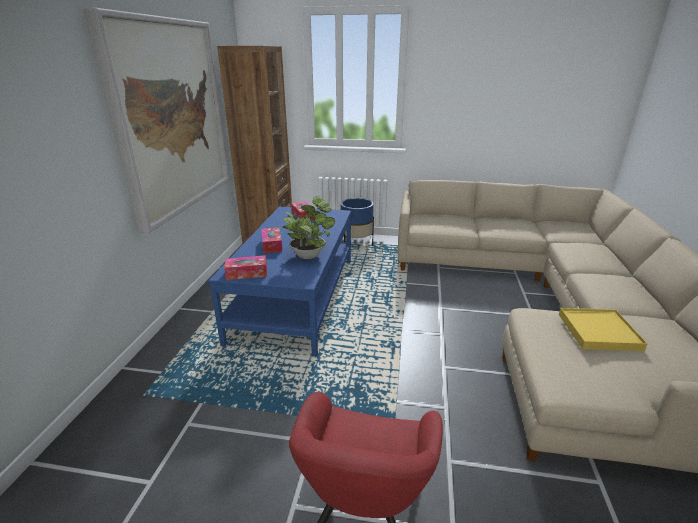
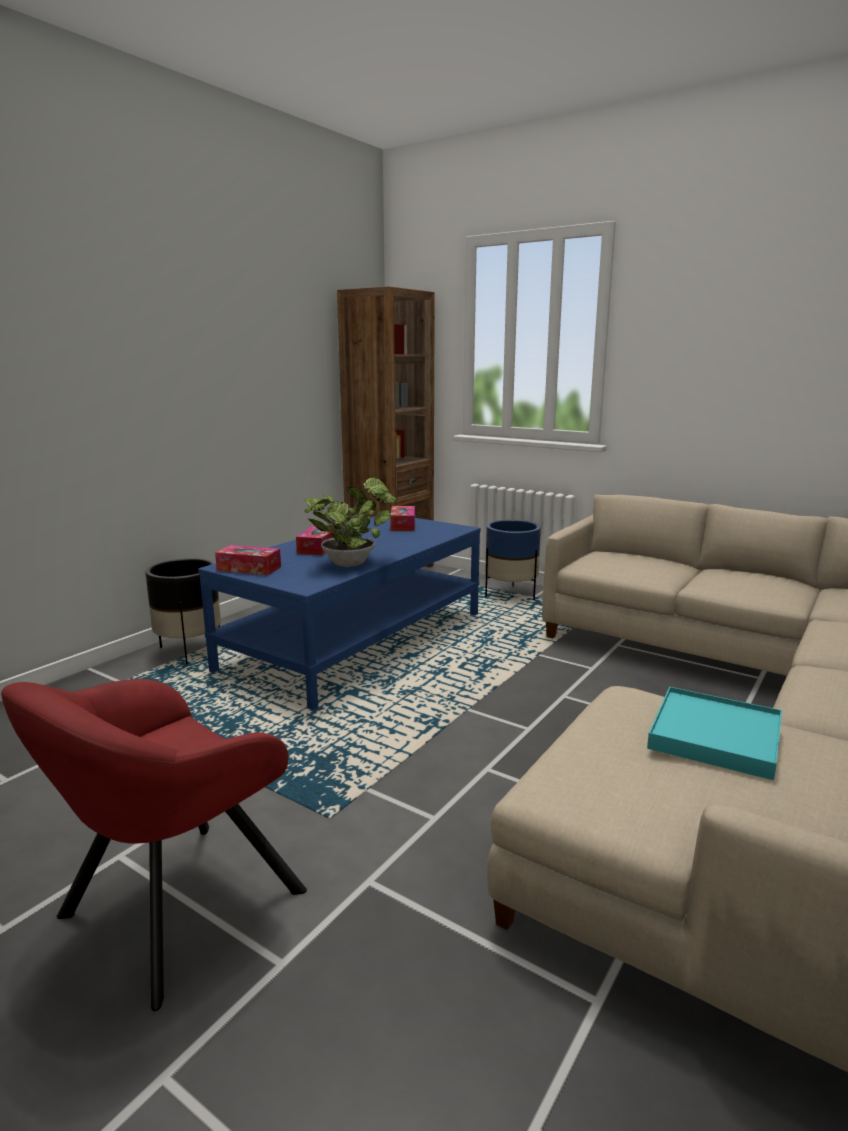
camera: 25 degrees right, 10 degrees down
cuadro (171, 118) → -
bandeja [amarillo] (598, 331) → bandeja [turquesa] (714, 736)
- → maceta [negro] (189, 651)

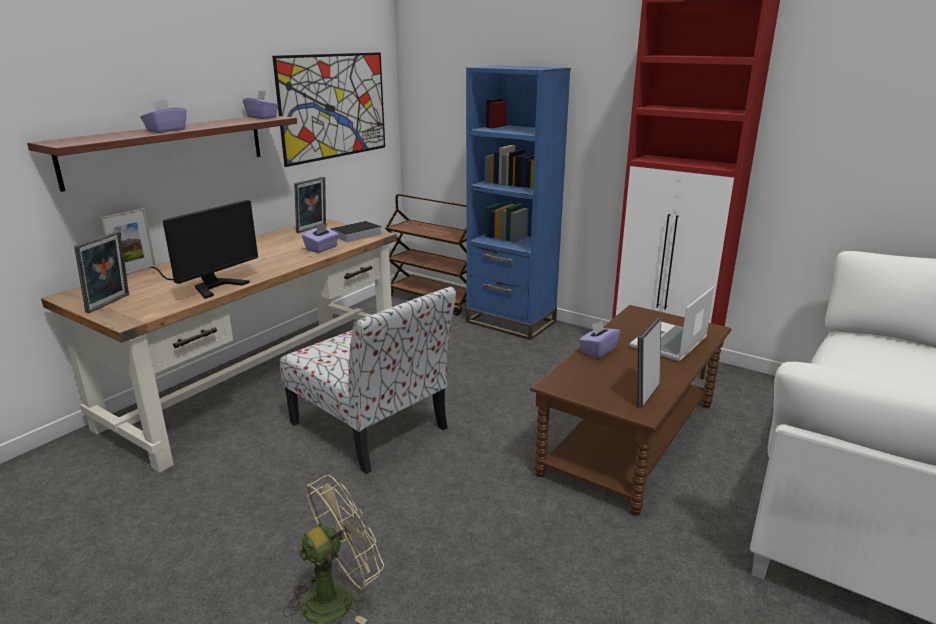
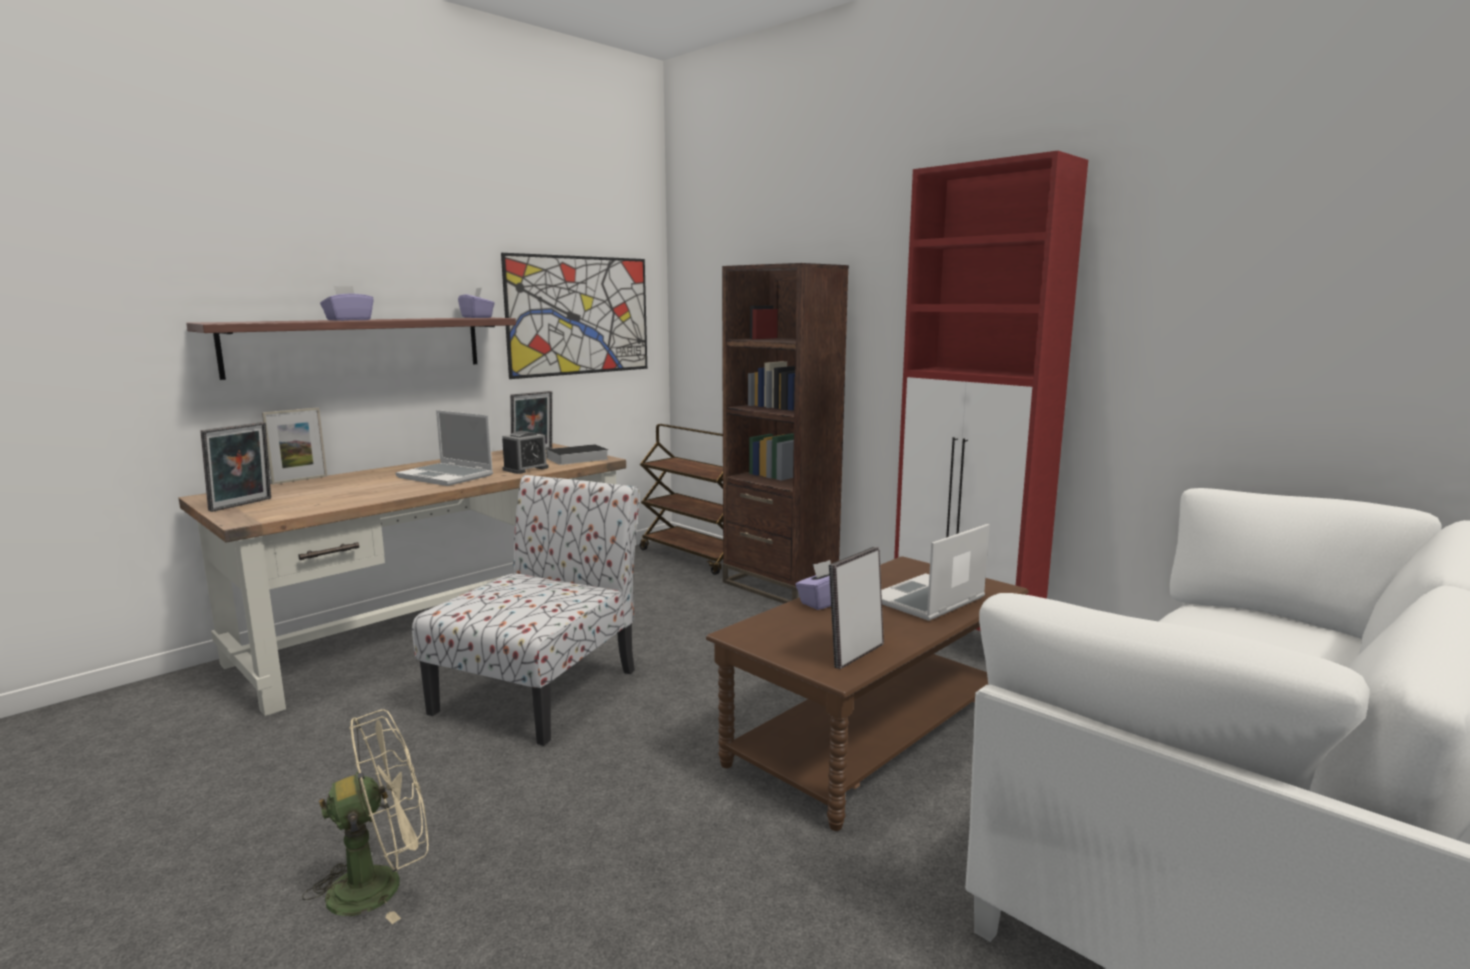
camera: 10 degrees right, 10 degrees down
monitor (207, 284) → -
silla (371, 427) → silla (540, 689), 120 degrees counterclockwise
caja de pañuelos [morado] (322, 248) → despertador (525, 469)
estantería [azul] (511, 322) → estantería [marrón] (779, 586)
- → portátil (447, 476)

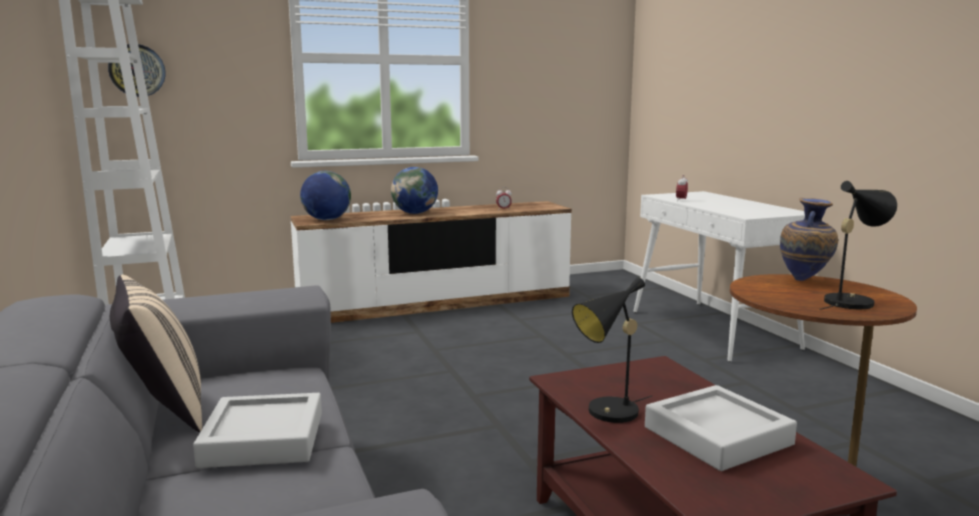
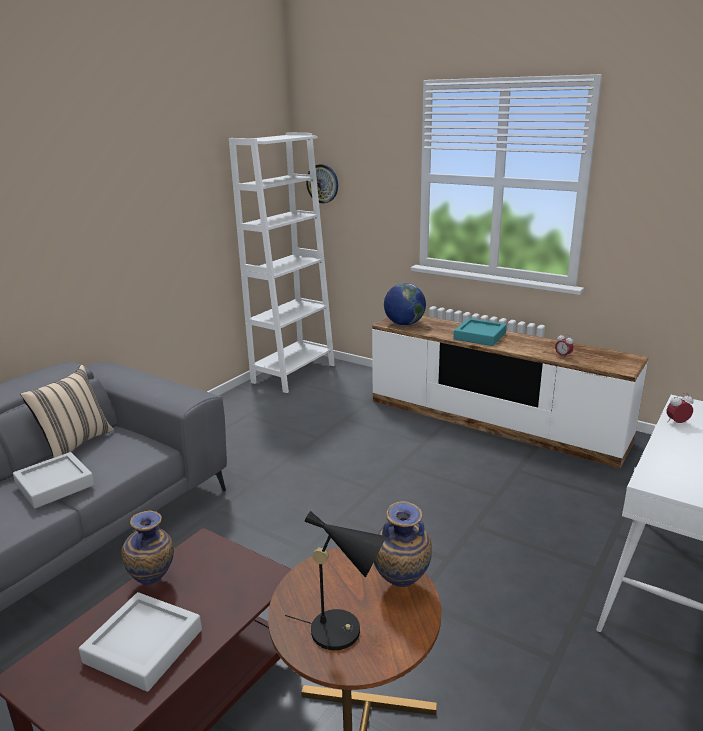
camera: 55 degrees right, 10 degrees up
globo terráqueo (415, 213) → bandeja [turquesa] (479, 336)
lámpara de mesa [negro] (608, 414) → florero (154, 583)

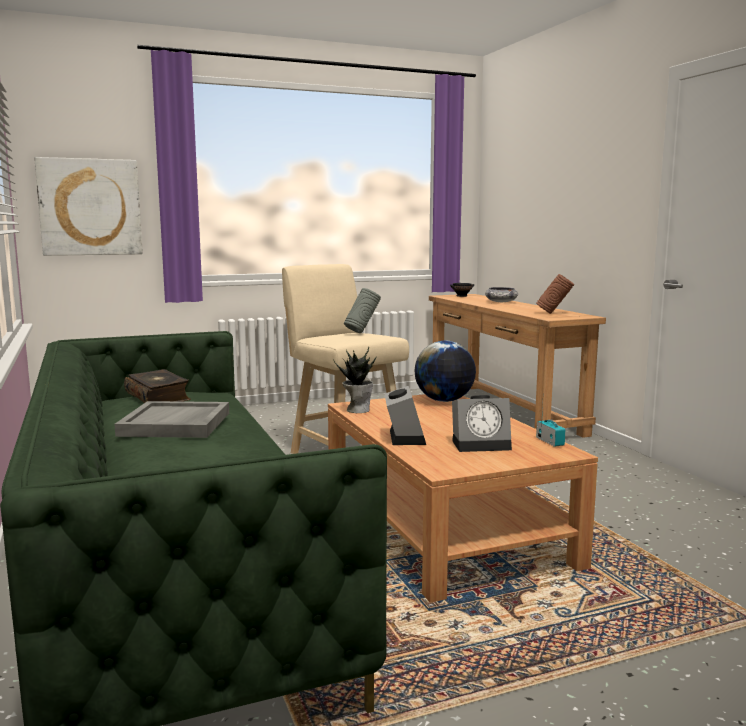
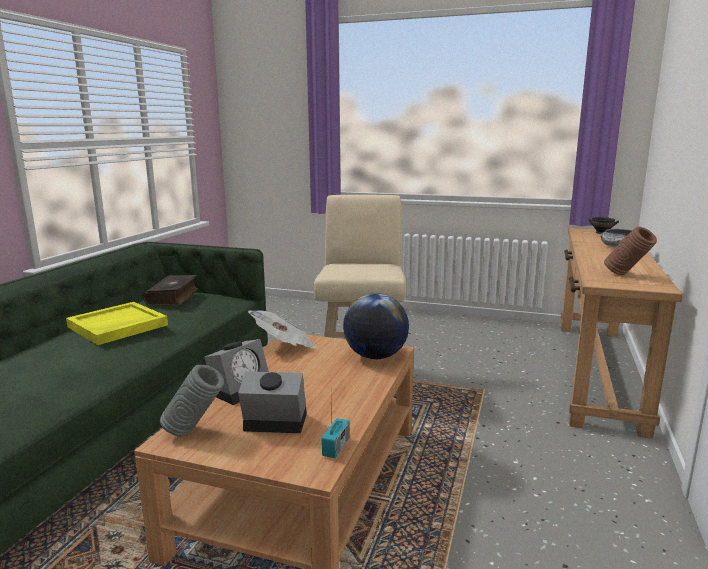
camera: 40 degrees right, 5 degrees up
cuadro (90, 207) → -
bandeja [gris] (176, 424) → bandeja [amarillo] (117, 326)
planta en maceta (357, 410) → periódico (284, 345)
florero [gris] (362, 332) → florero [gris] (195, 433), move
despertador (482, 444) → despertador (272, 424), 150 degrees clockwise

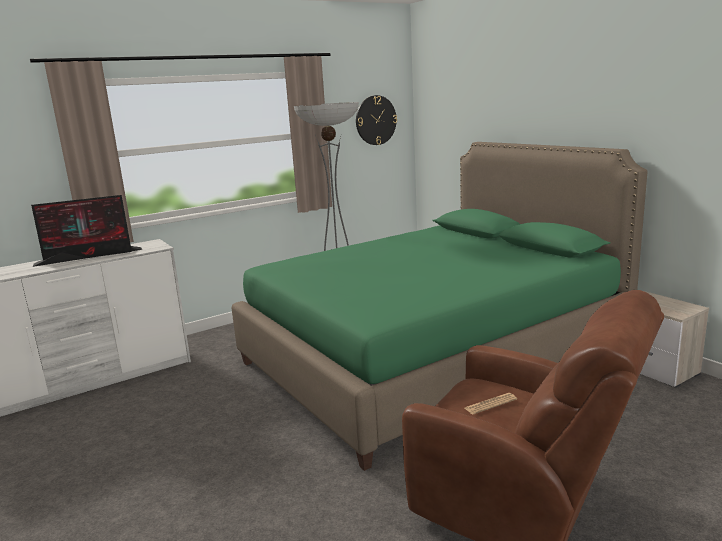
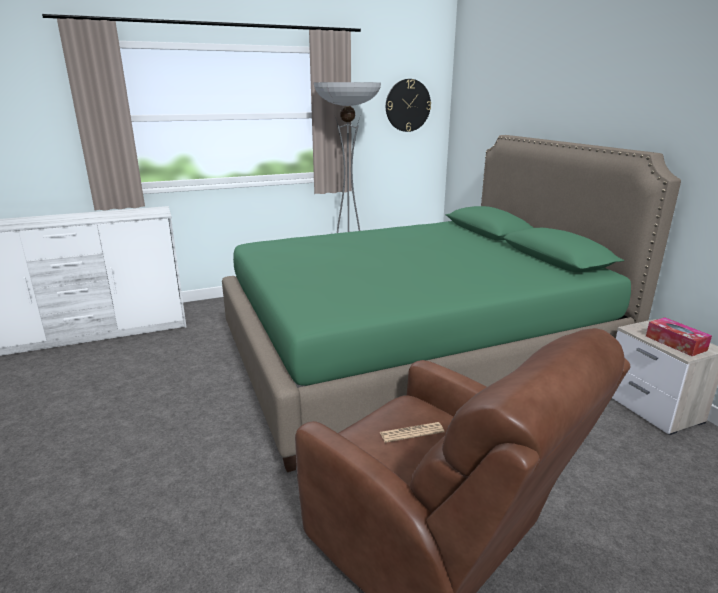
camera: 10 degrees right, 5 degrees up
monitor (91, 256) → -
- → caja de pañuelos (675, 343)

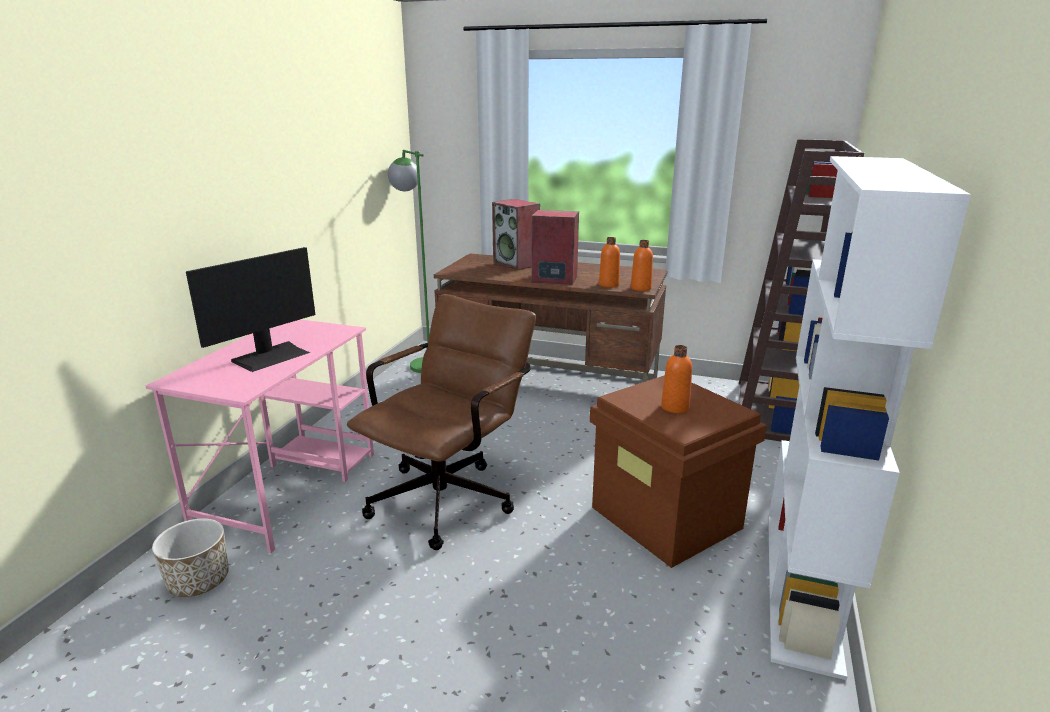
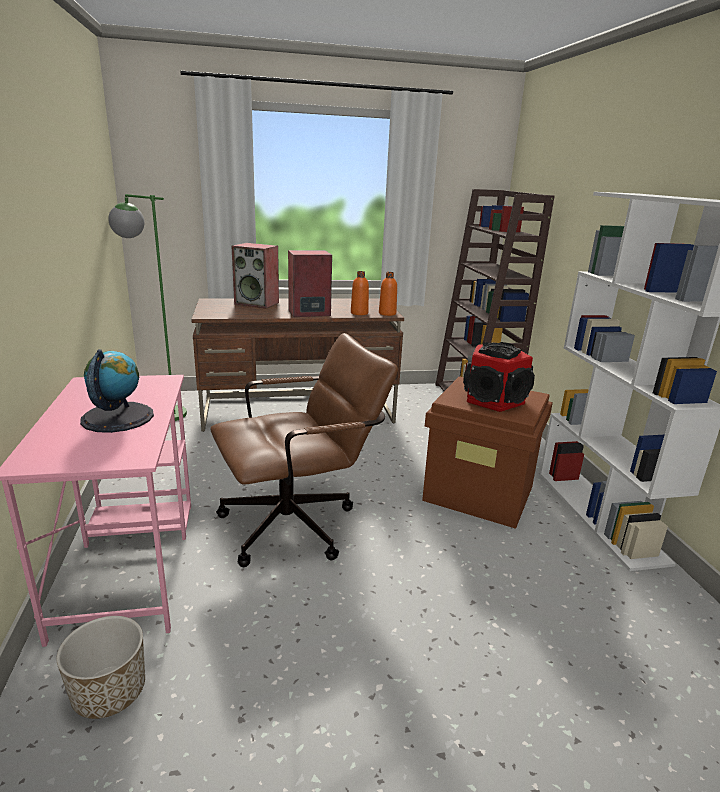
camera: 30 degrees left, 0 degrees up
monitor (271, 356) → globo terráqueo (117, 417)
silla de oficina [marrón] (450, 495) → silla de oficina [marrón] (300, 523), 60 degrees clockwise
botella [naranja] (675, 407) → altavoz (494, 400)

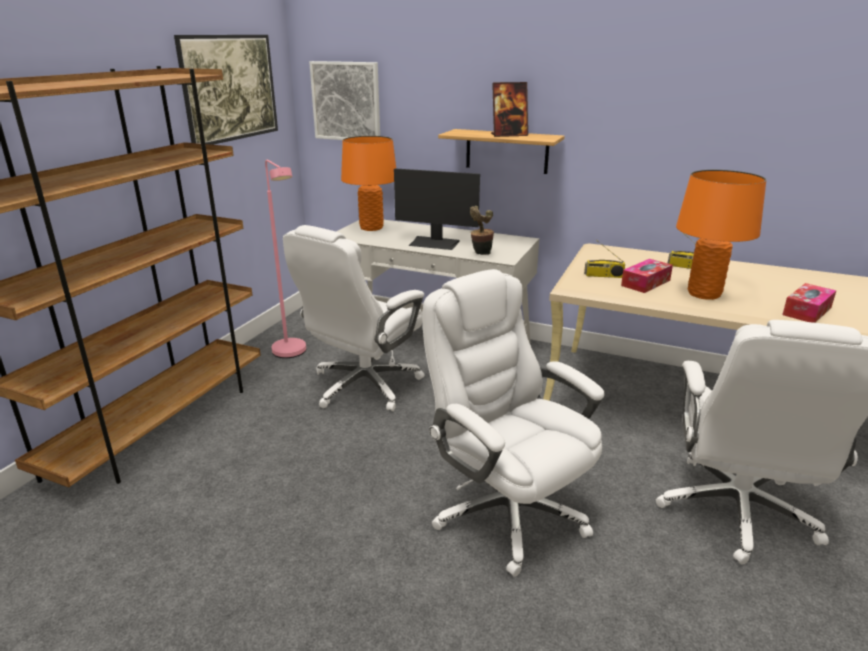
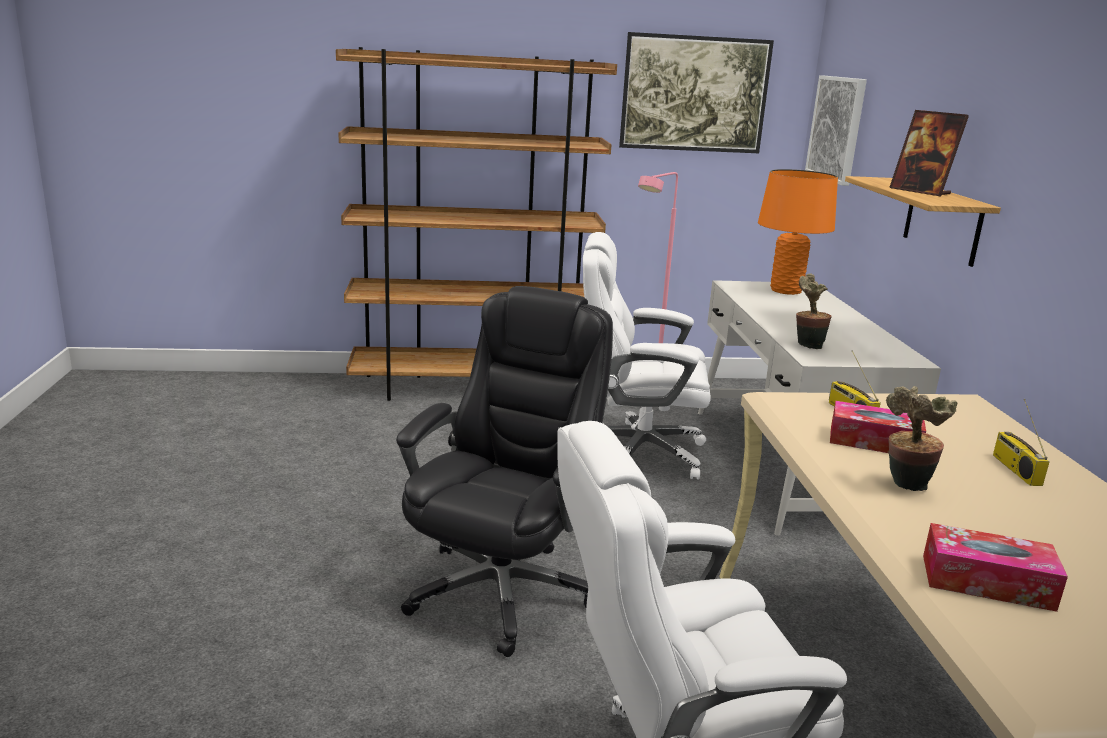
camera: 60 degrees right, 5 degrees down
monitor (434, 243) → -
silla de oficina [blanco] (507, 511) → silla de oficina [negro] (503, 589)
lámpara de mesa [naranja] (703, 294) → planta en maceta (905, 486)

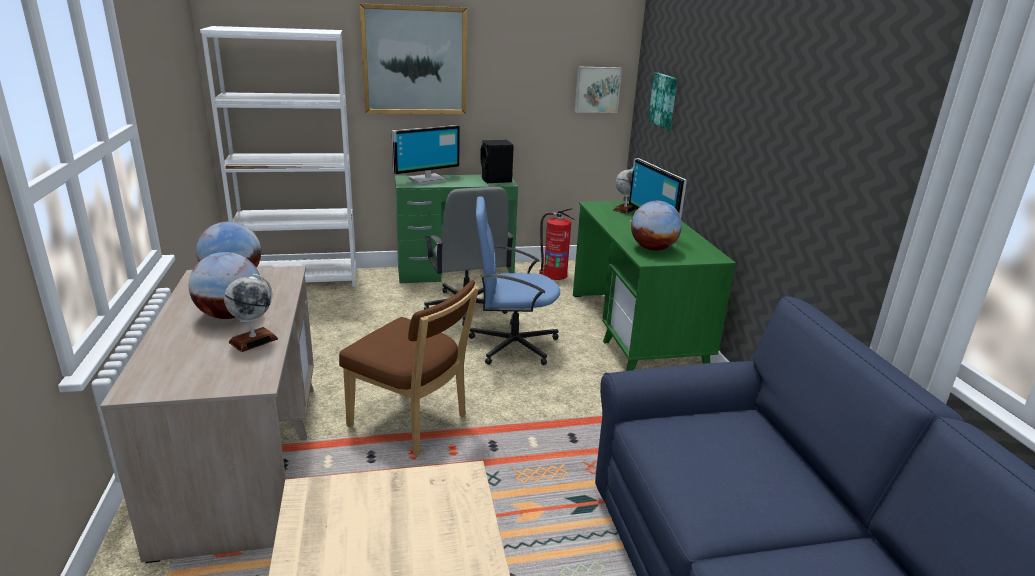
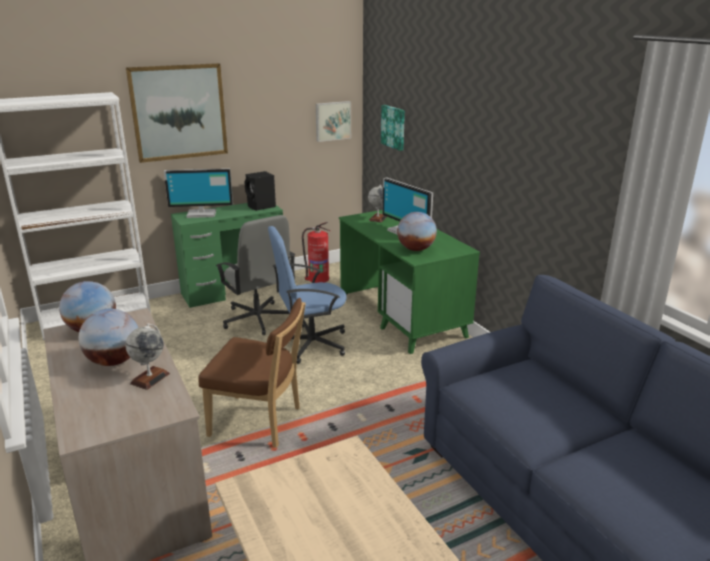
camera: 15 degrees left, 0 degrees up
monitor (427, 179) → monitor (201, 213), 45 degrees clockwise

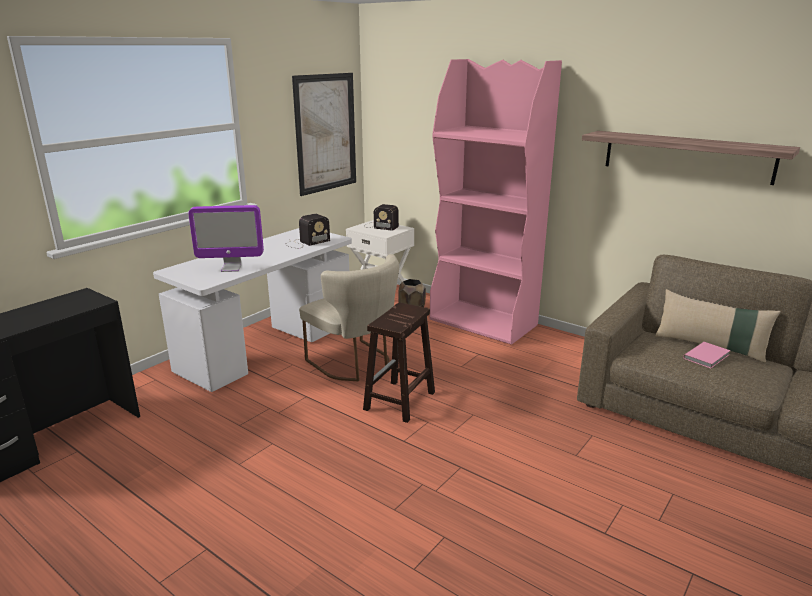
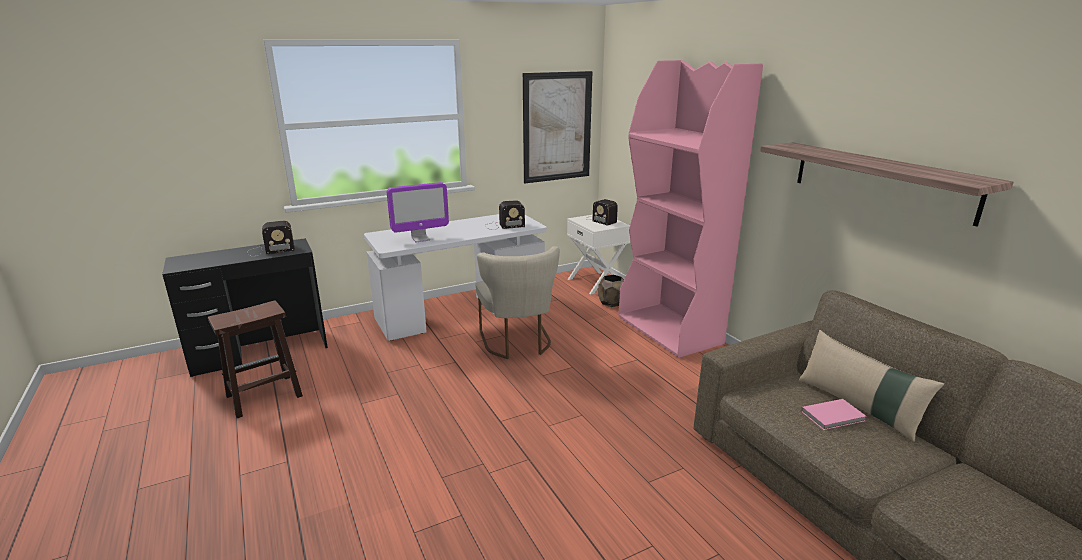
camera: 25 degrees right, 0 degrees up
monitor (231, 268) → monitor (420, 239), 45 degrees counterclockwise
taburete [marrón] (399, 401) → taburete [marrón] (263, 396), move
- → radio (269, 250)

